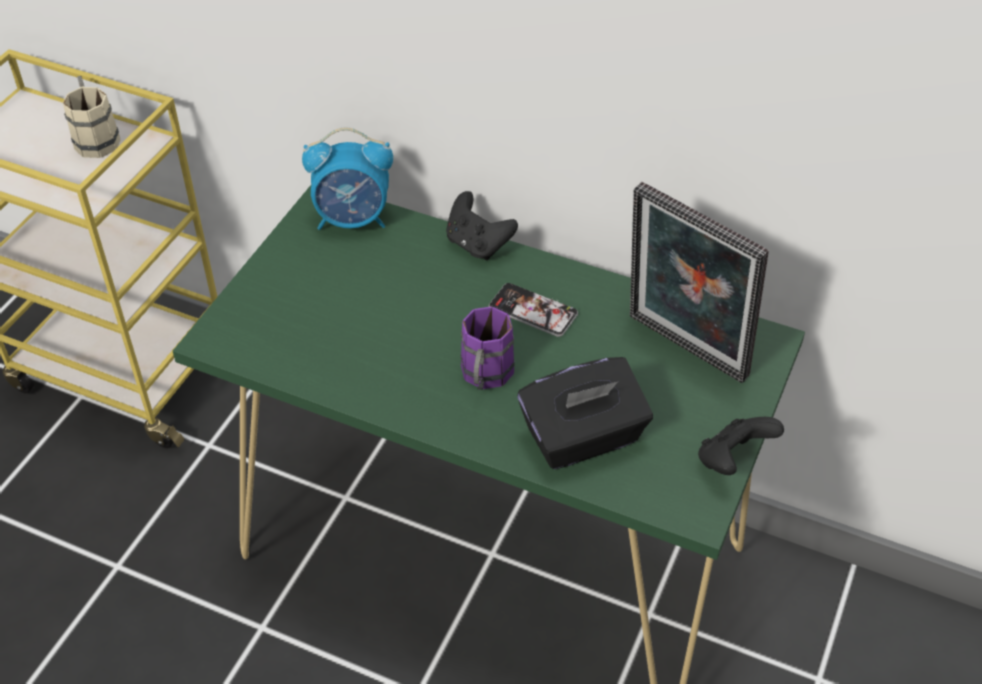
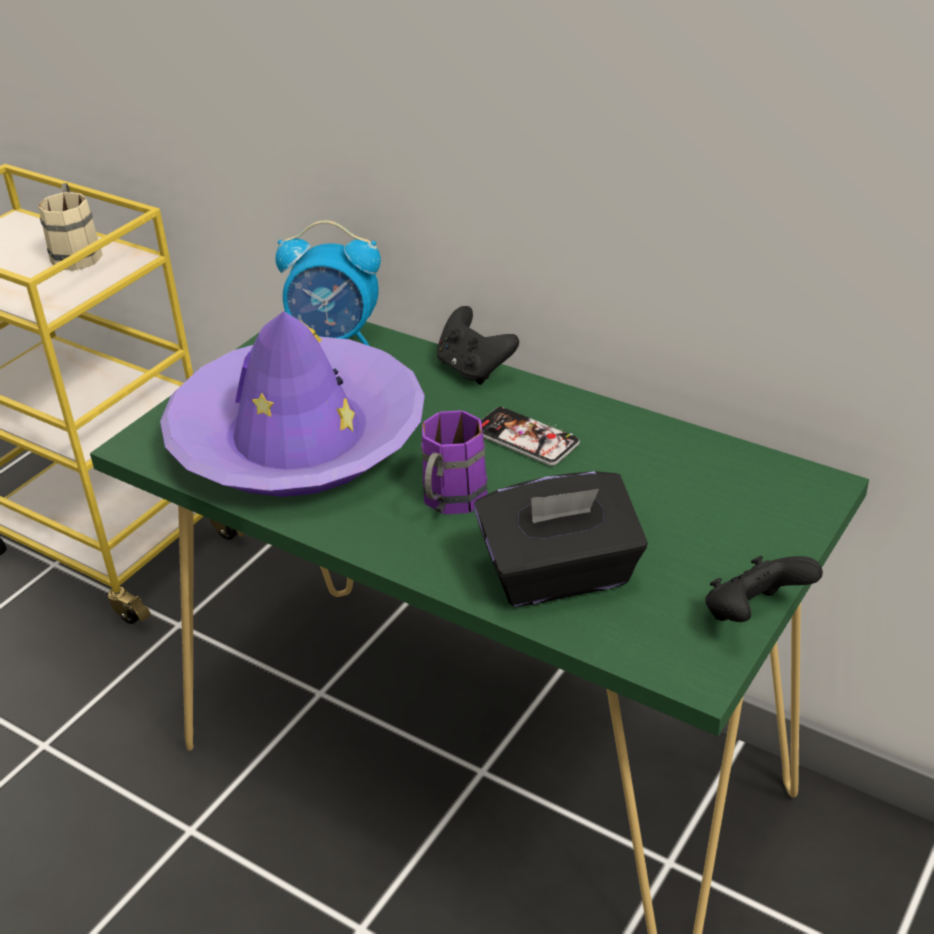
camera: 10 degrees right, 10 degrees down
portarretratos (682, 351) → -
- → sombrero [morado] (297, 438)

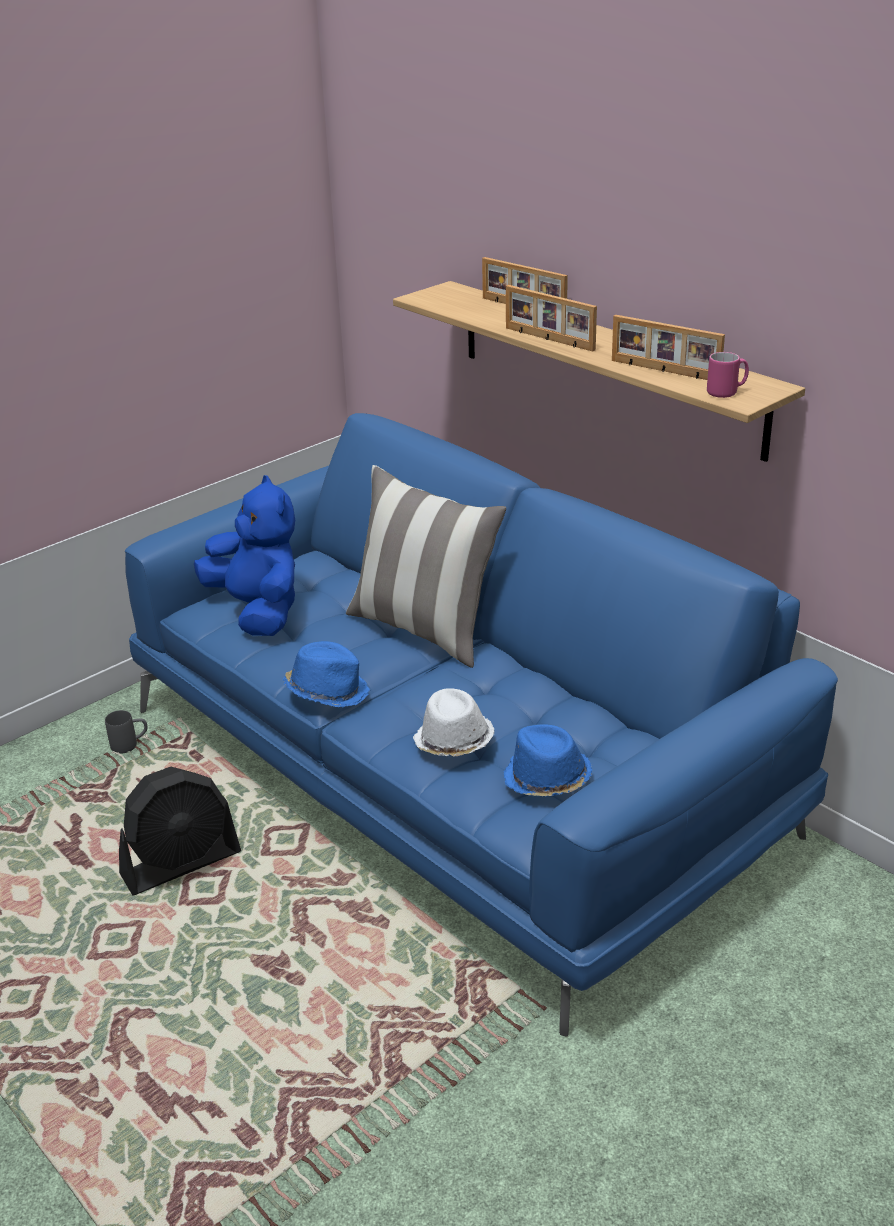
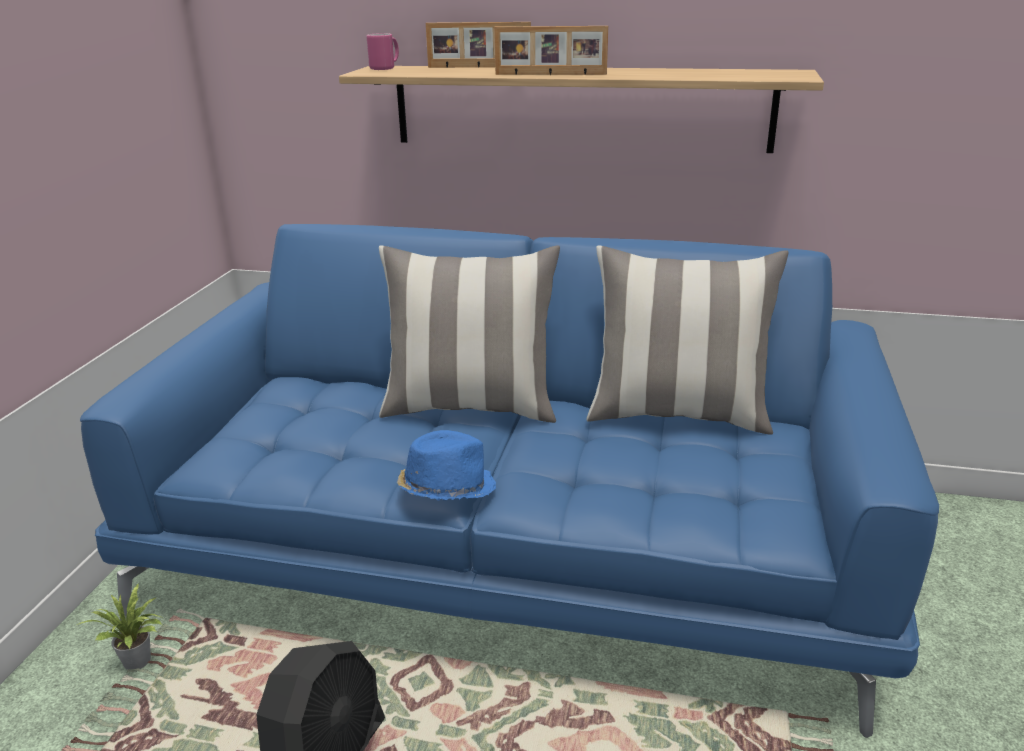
camera: 35 degrees left, 5 degrees down
taza grande [gris] (130, 745) → planta en maceta (139, 662)
peluche [azul] (258, 611) → -
sombrero [blanco] (453, 742) → -
sombrero [azul] (546, 779) → -
portarretratos (664, 371) → -
taza grande [rosa] (727, 392) → taza grande [rosa] (385, 68), move
- → cojín (678, 414)

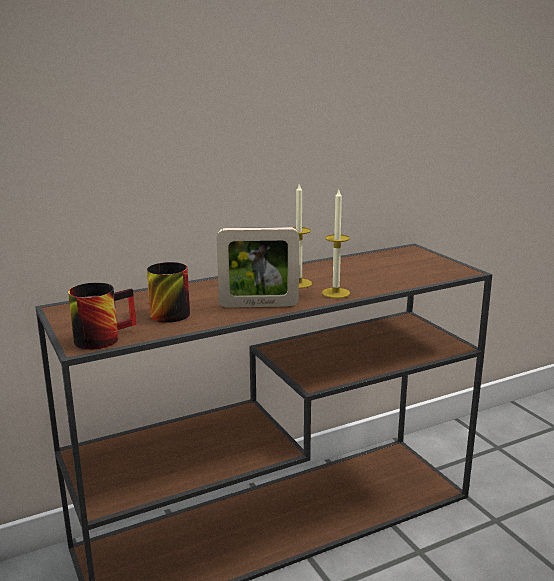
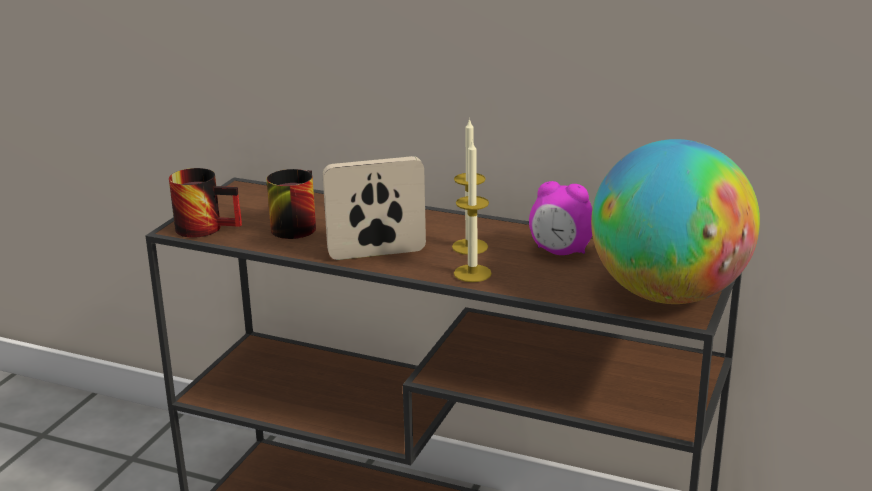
camera: 50 degrees right, 5 degrees up
portarretratos (258, 305) → portarretratos (377, 253), 120 degrees clockwise
- → despertador (560, 252)
- → globo terráqueo (668, 294)

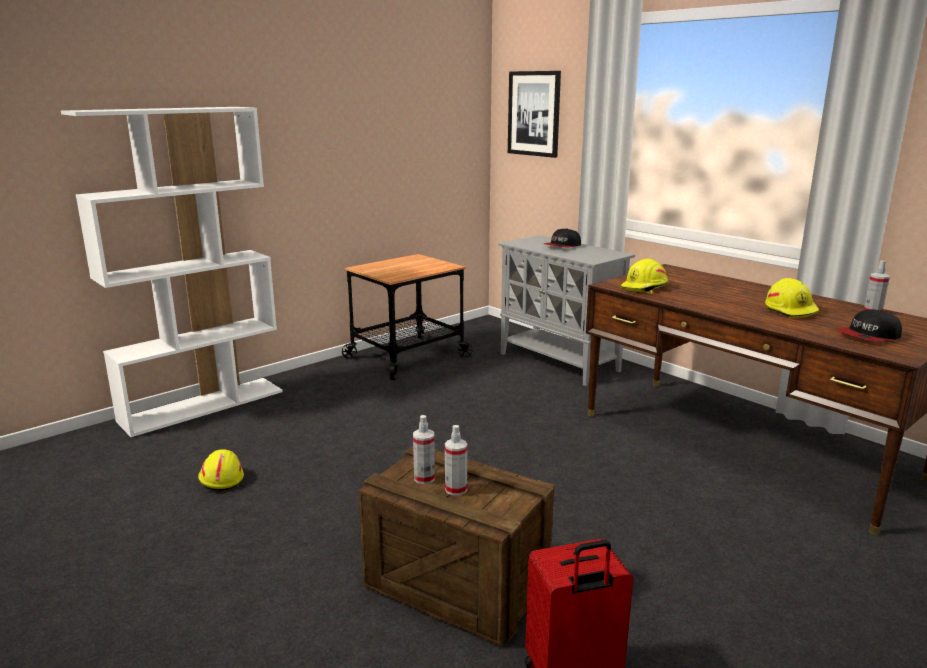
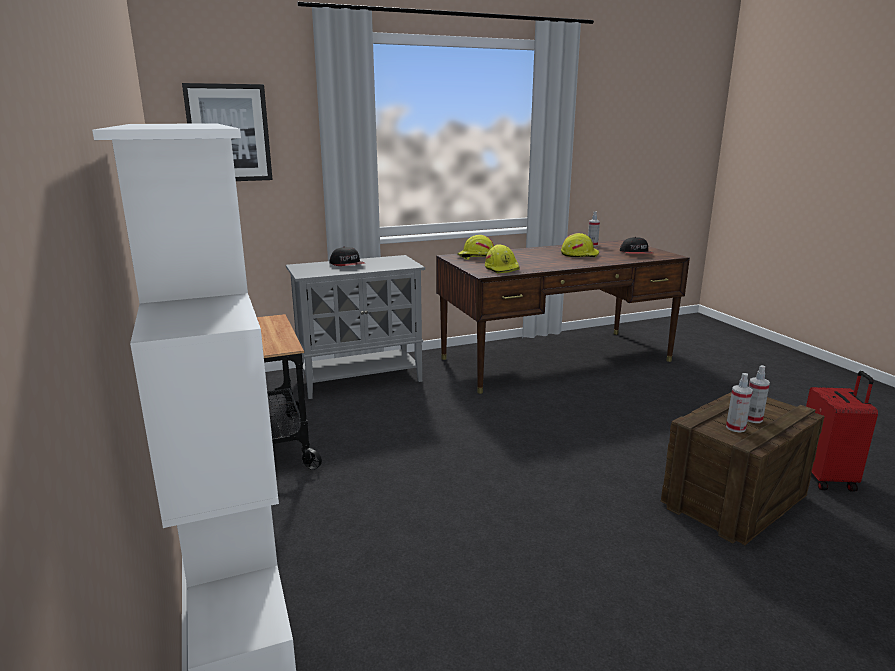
camera: 70 degrees left, 0 degrees up
casco [amarillo] (221, 478) → casco [amarillo] (476, 257), move

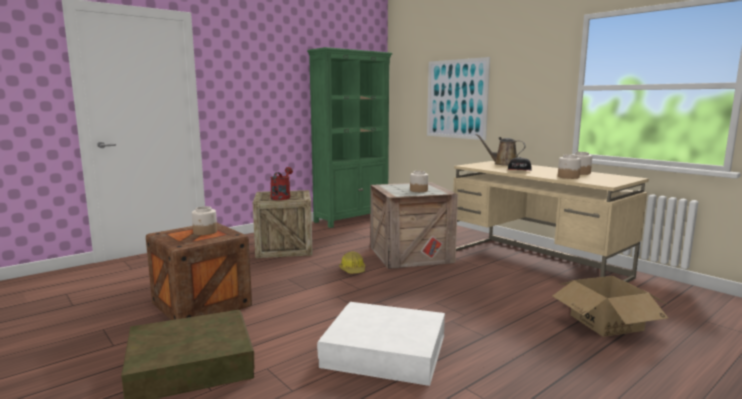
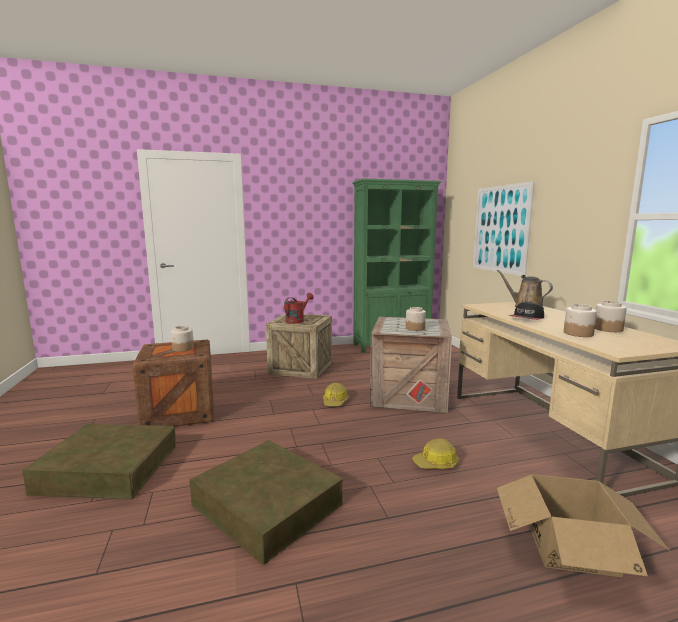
camera: 25 degrees right, 0 degrees up
caja de almacenaje [blanco] (385, 351) → caja de almacenaje [marrón] (266, 505)
- → casco (436, 463)

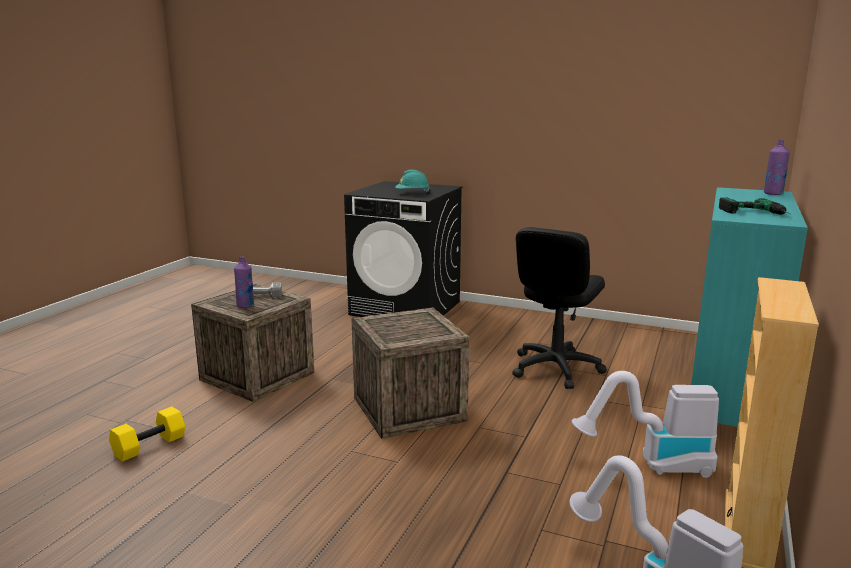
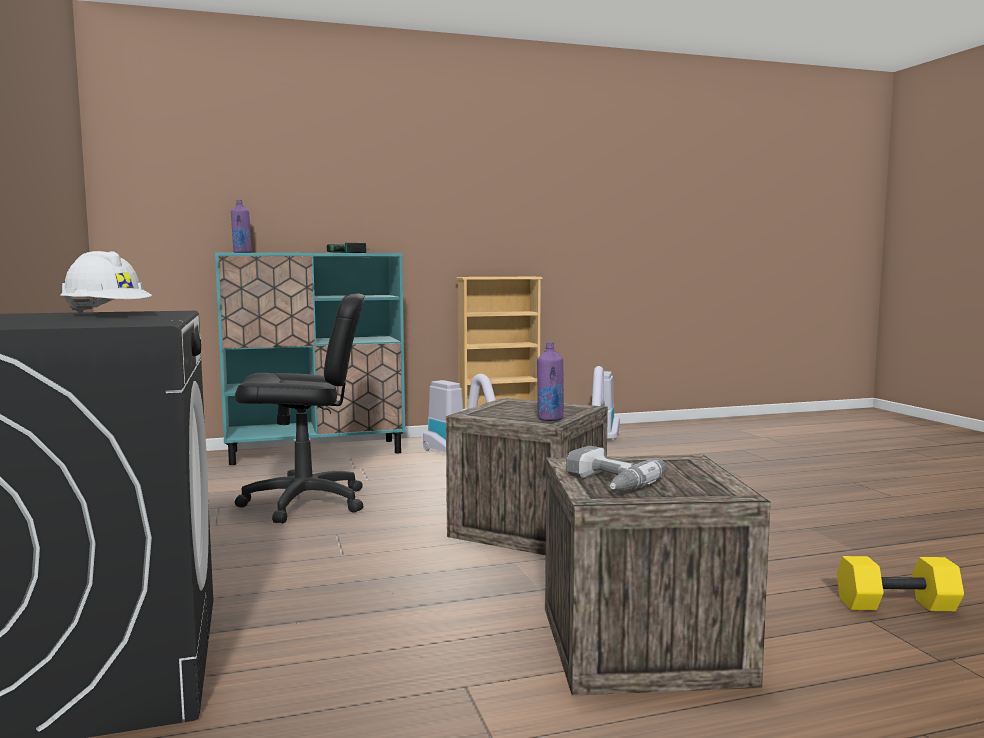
camera: 130 degrees left, 10 degrees down
botella [morado] (245, 306) → botella [morado] (550, 419), move
casco [turquesa] (412, 193) → casco [blanco] (107, 315)

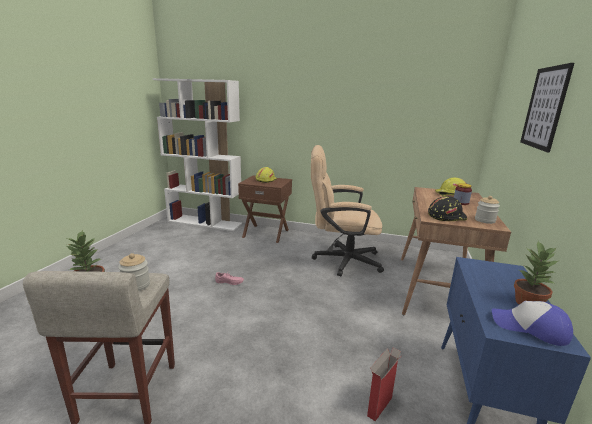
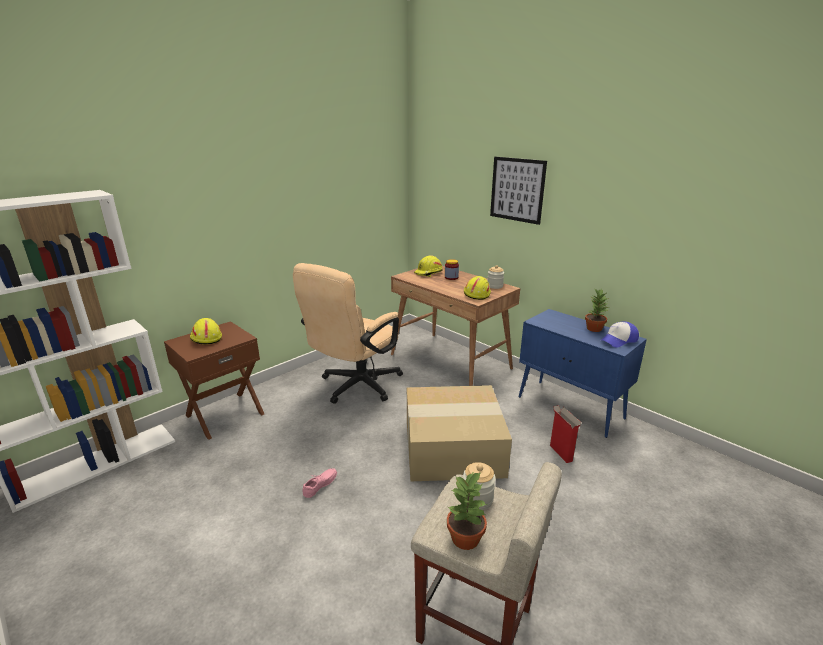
camera: 60 degrees left, 5 degrees up
casco [negro] (446, 216) → casco [amarillo] (476, 294)
- → caja de cartón (454, 446)

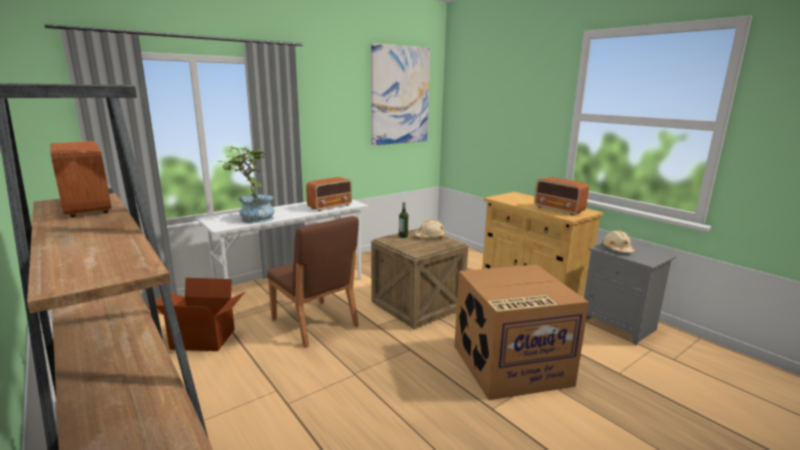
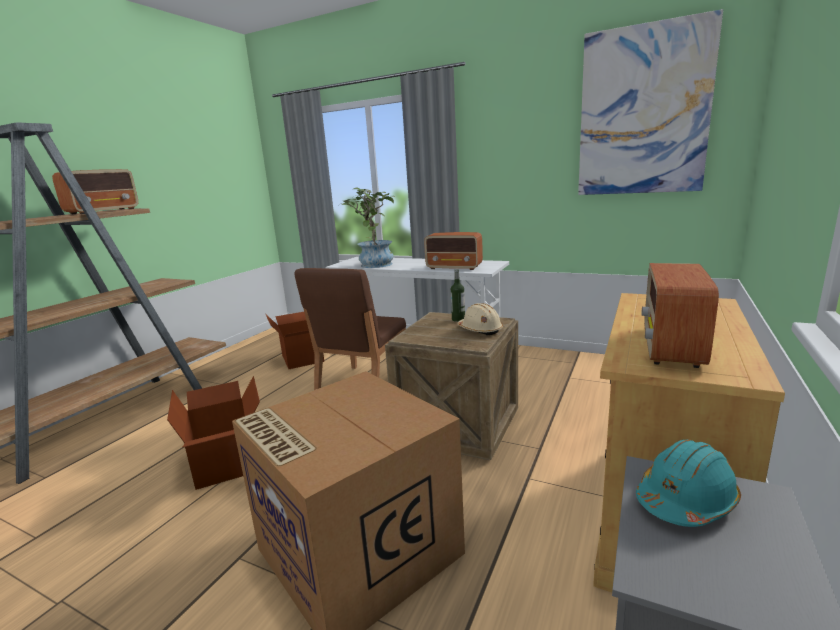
camera: 65 degrees right, 0 degrees up
casco [beis] (617, 249) → casco [turquesa] (685, 500)
- → caja de cartón (227, 462)

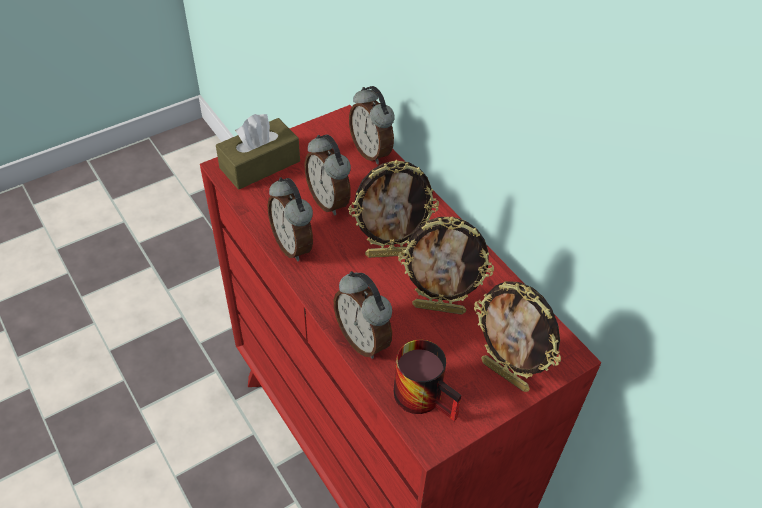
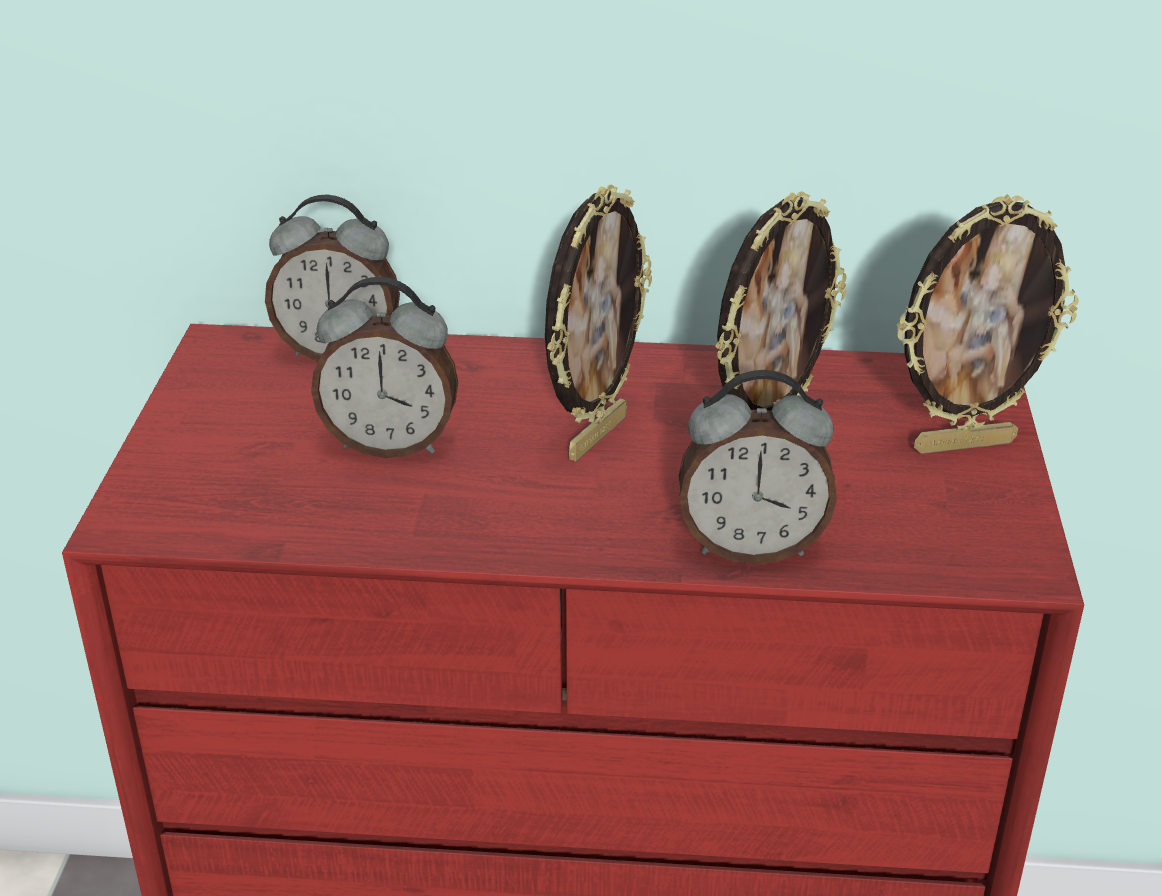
camera: 50 degrees left, 15 degrees down
caja de pañuelos [marrón] (260, 164) → -
despertador (293, 245) → -
taza grande (427, 395) → -

